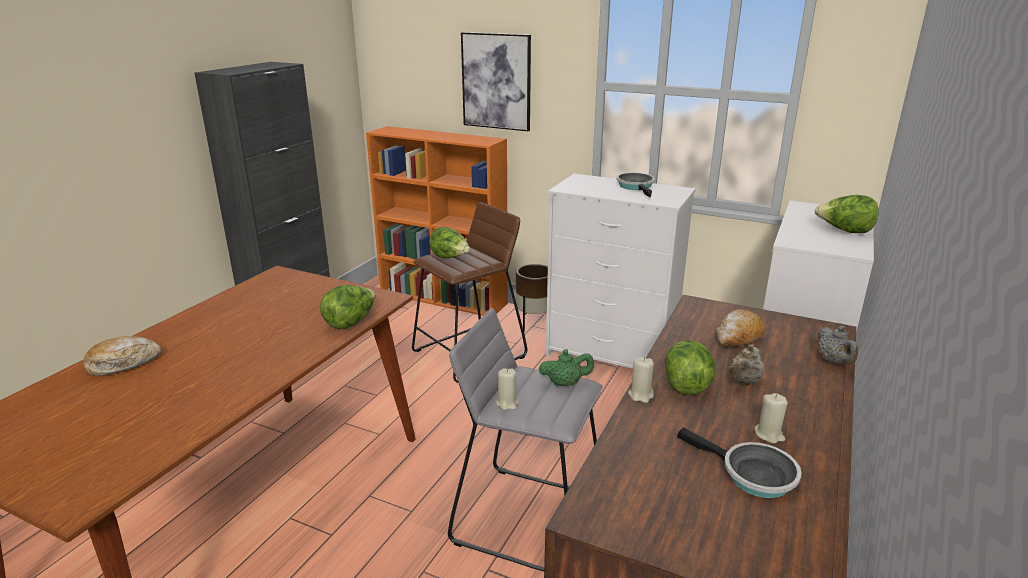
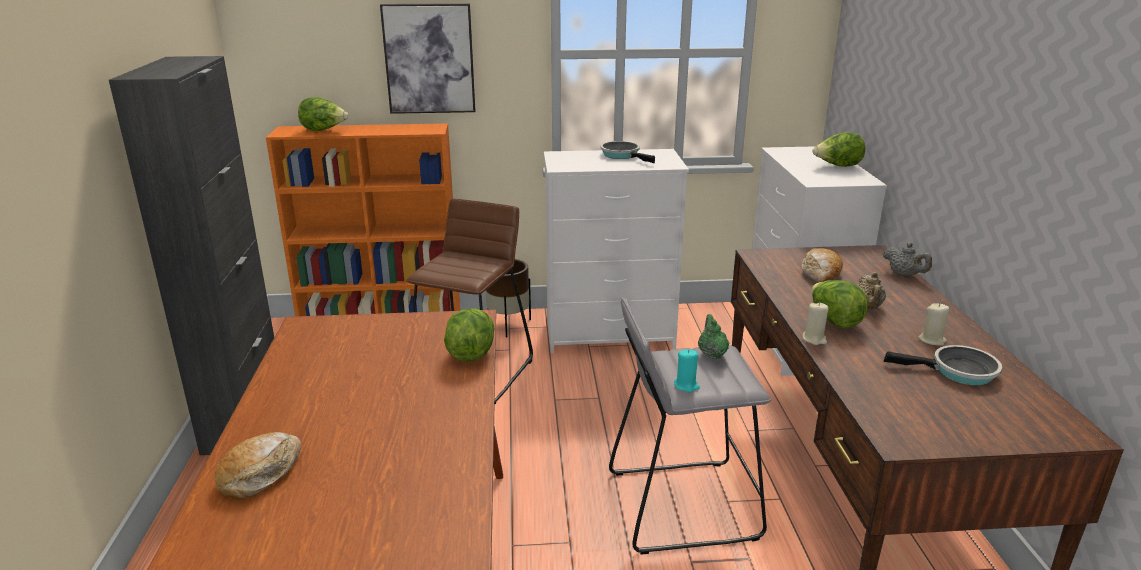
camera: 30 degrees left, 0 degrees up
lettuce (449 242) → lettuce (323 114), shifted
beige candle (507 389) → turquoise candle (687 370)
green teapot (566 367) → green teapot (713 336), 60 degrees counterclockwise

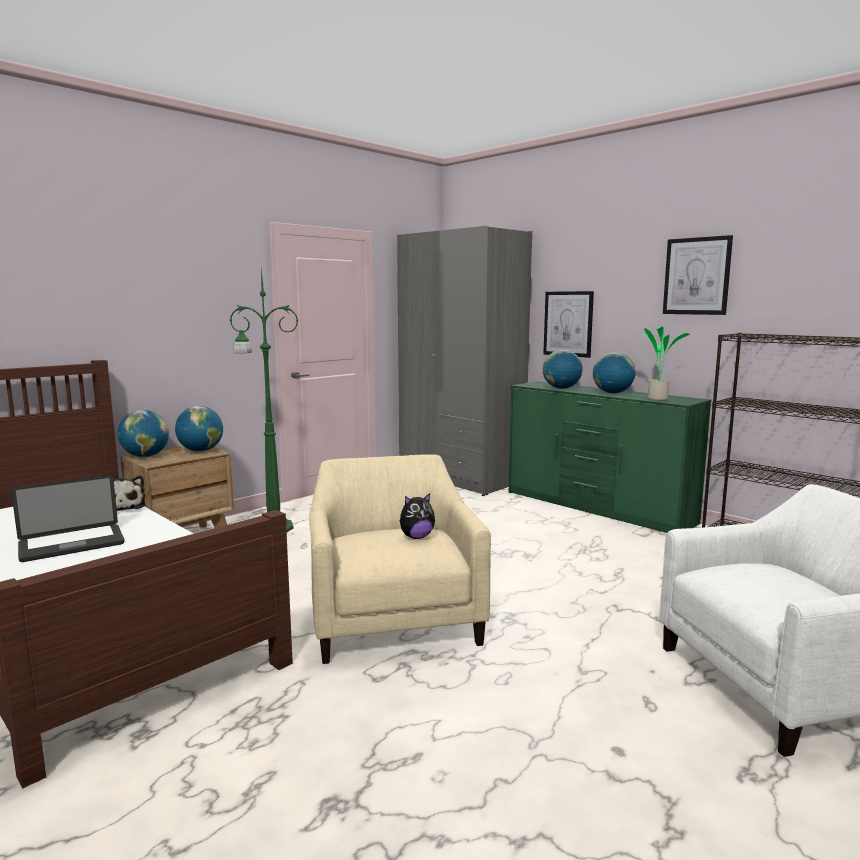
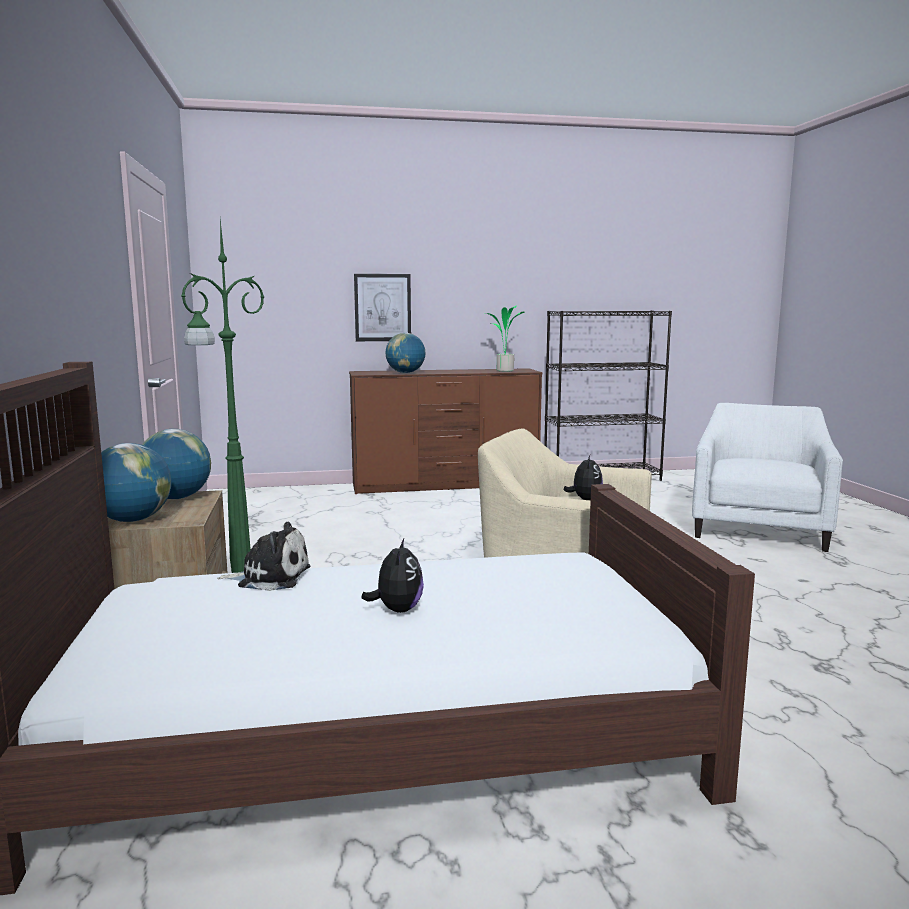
camera: 55 degrees left, 0 degrees up
laptop (67 518) → plush toy (392 576)
grey wardrobe (464 361) → -
green dresser (610 457) → brown dresser (446 431)
globe (614 373) → -
picture (698 275) → -

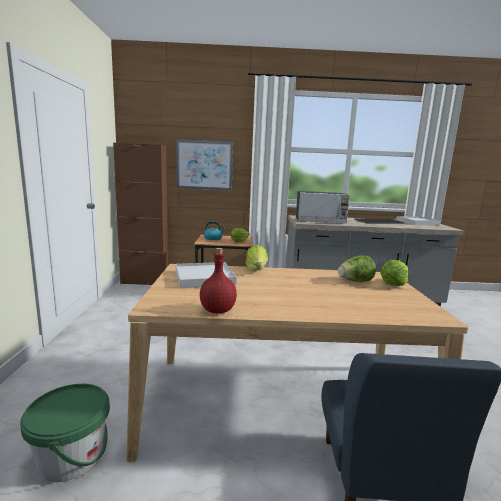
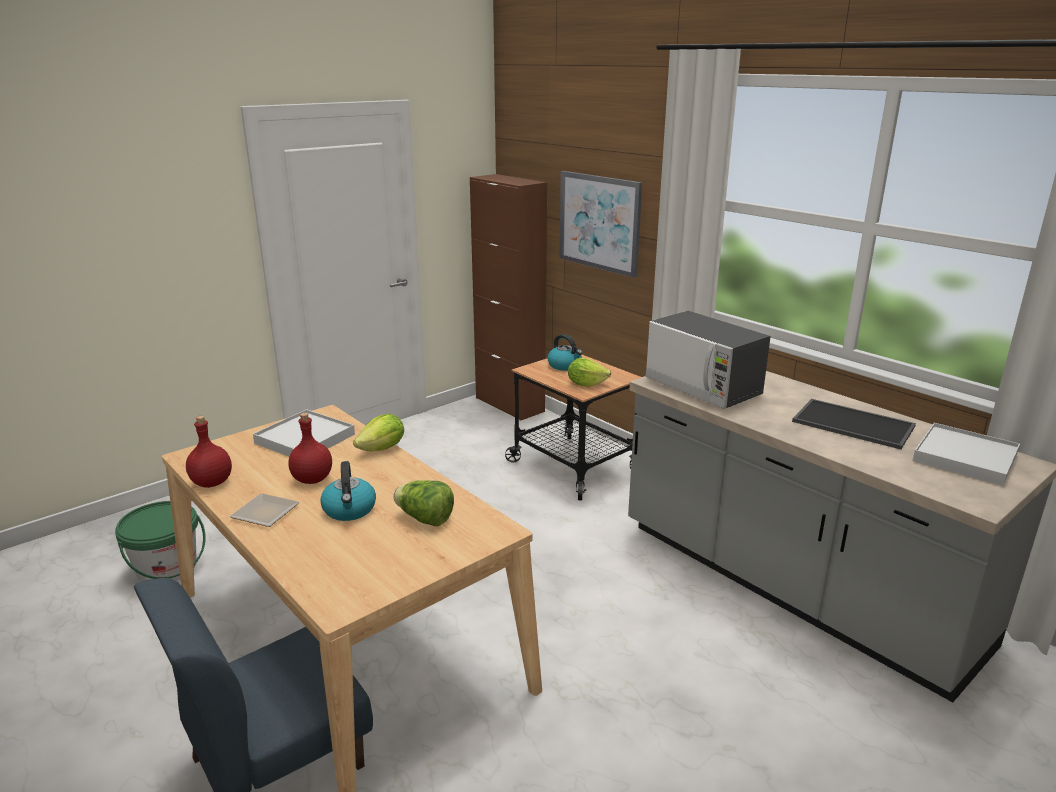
camera: 50 degrees right, 10 degrees up
lettuce (394 273) → -
- → plate (264 510)
- → red bottle (310 448)
- → kettle (348 491)

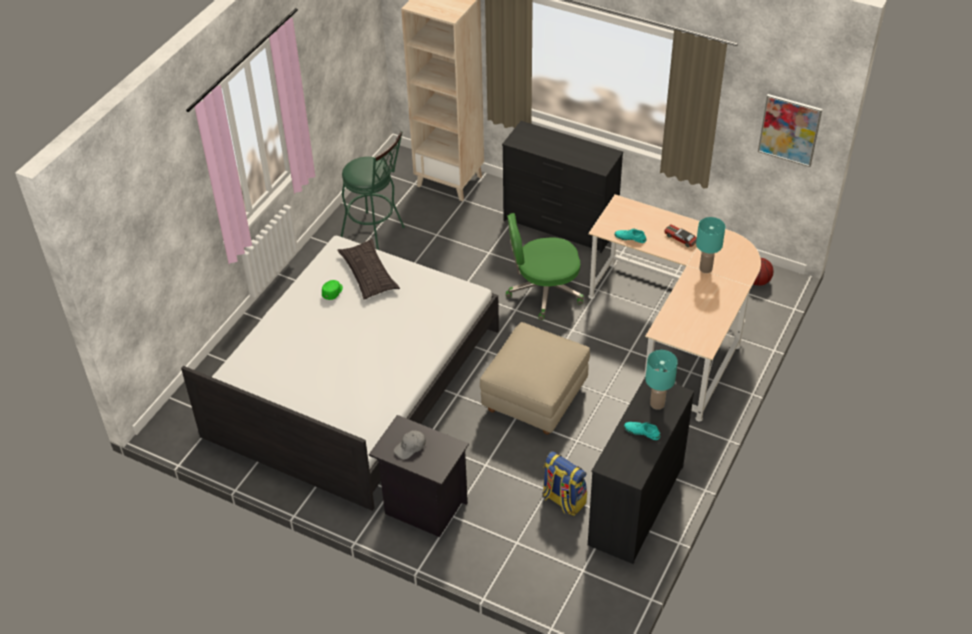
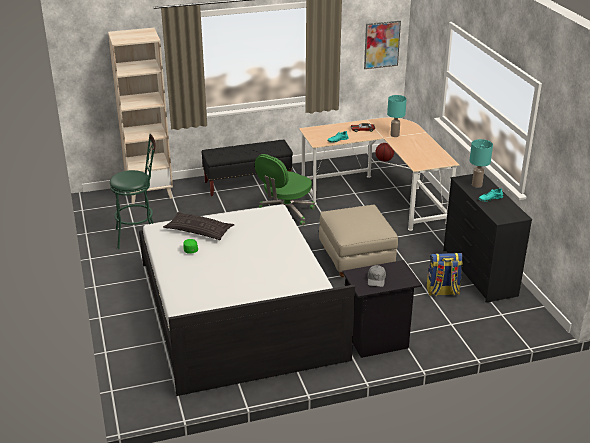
camera: 45 degrees left, 15 degrees down
black dresser (562 187) → black bench (247 168)

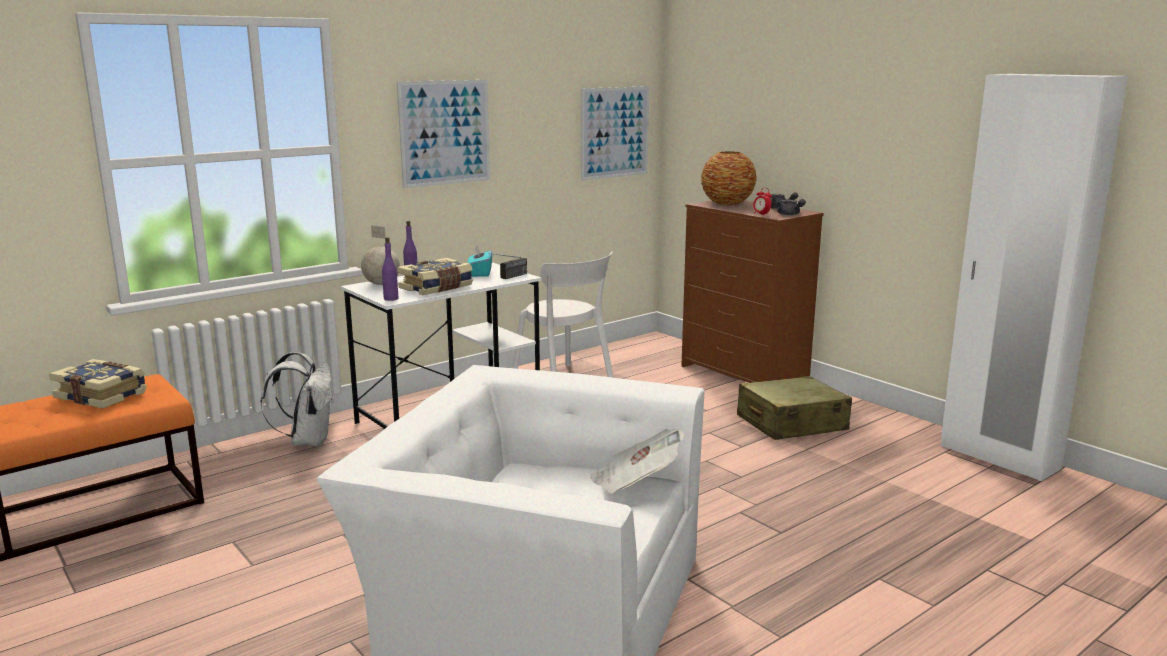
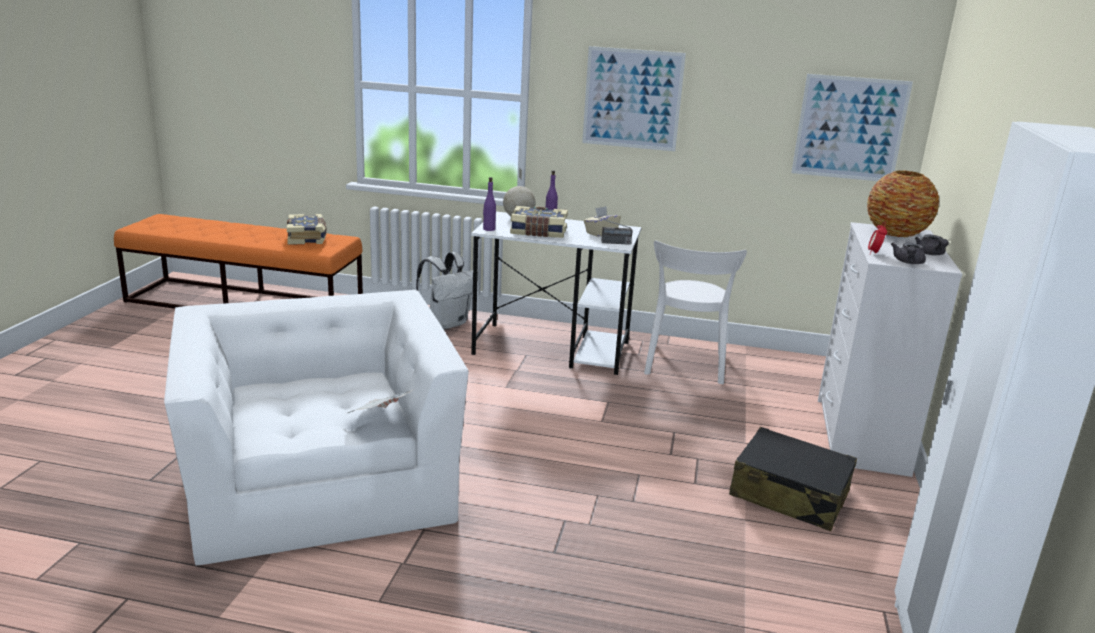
camera: 50 degrees right, 5 degrees up
turquoise tissue box (479 261) → beige tissue box (602 221)
brown dresser (752 291) → white dresser (890 349)
beige suitcase (794 408) → black suitcase (793 479)

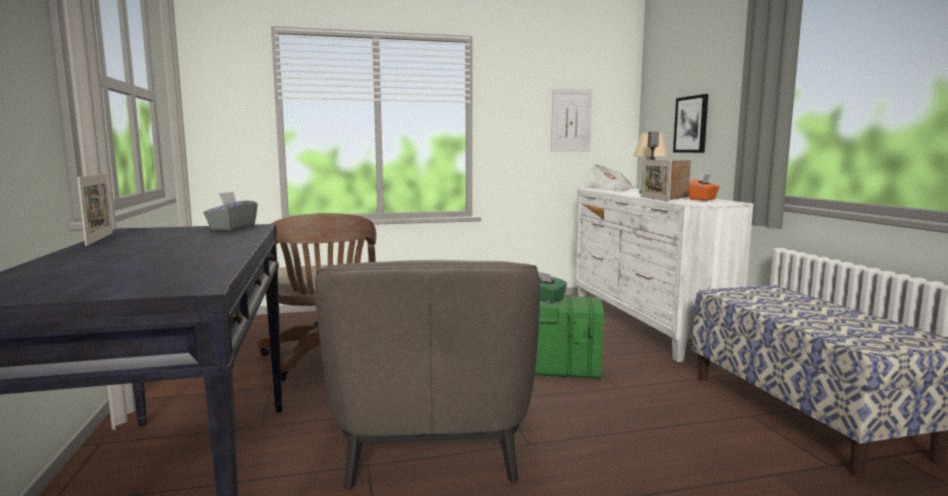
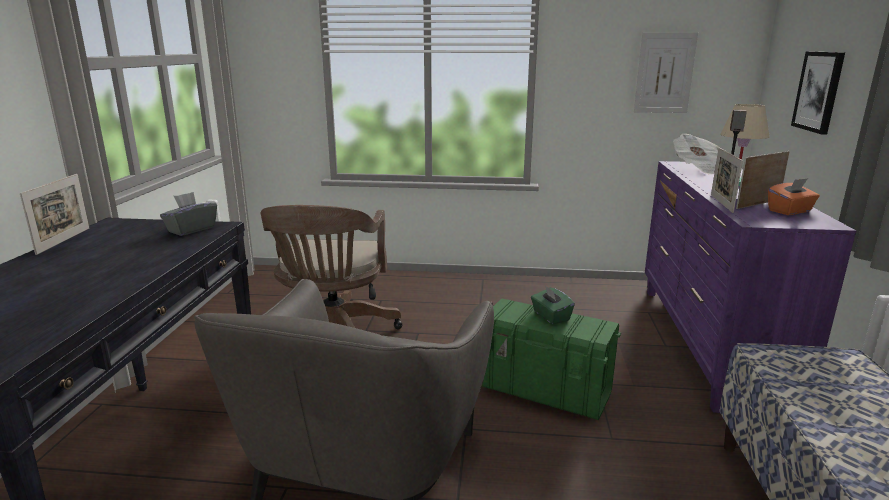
camera: 20 degrees right, 10 degrees up
white dresser (664 275) → purple dresser (750 287)

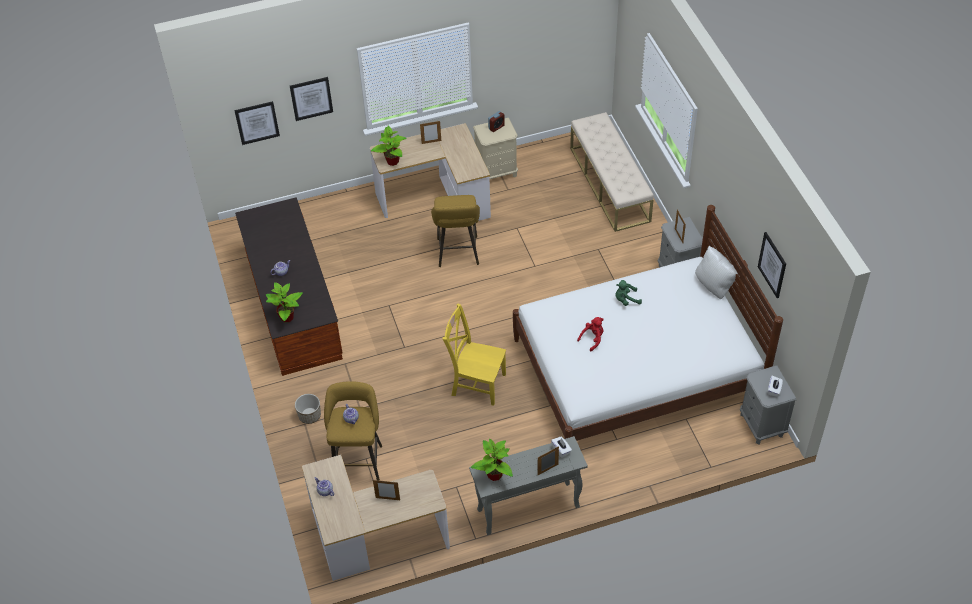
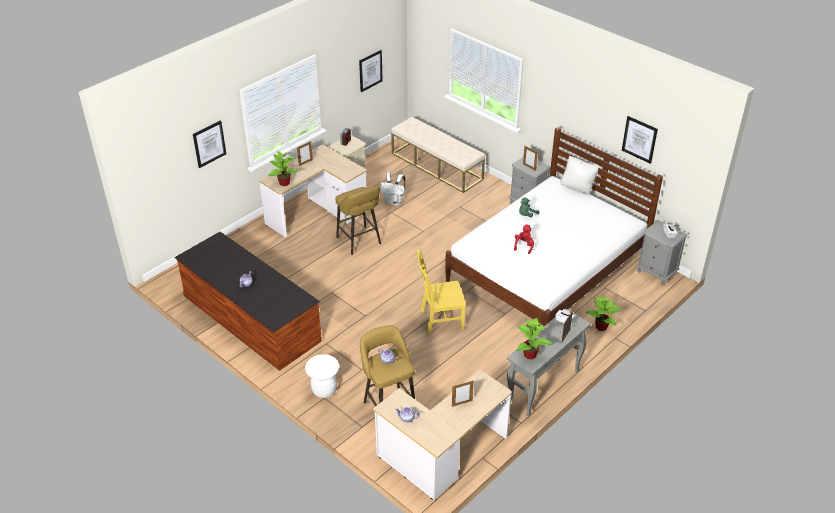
camera: 30 degrees left, 10 degrees down
picture (257 123) → picture (371 71), shifted
potted plant (284 302) → potted plant (602 313), shifted
planter (308 409) → white stool (322 376)
- → white backpack (393 188)

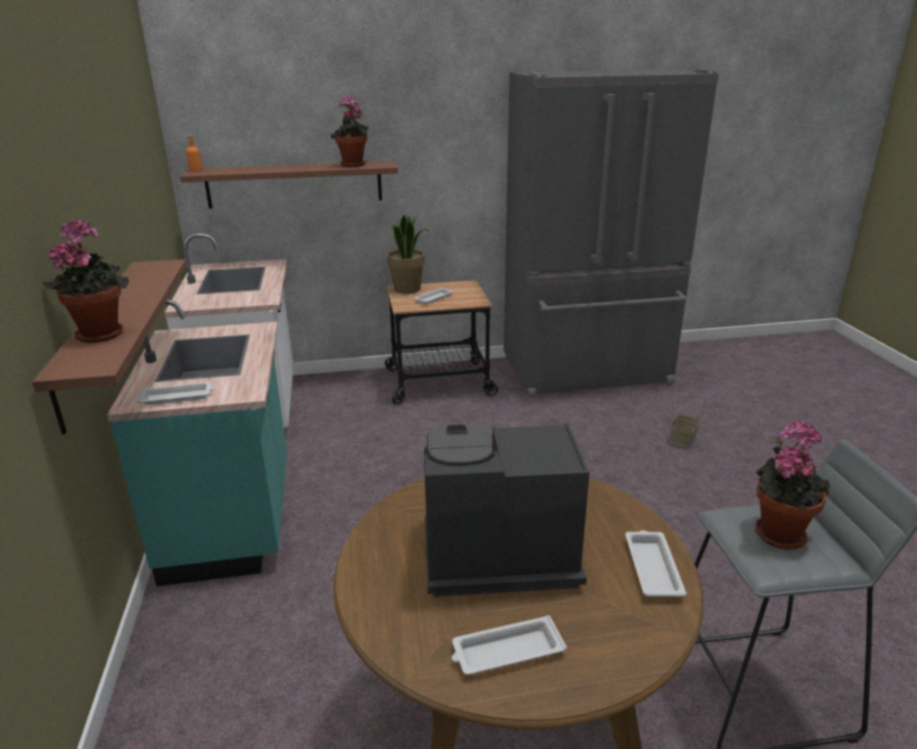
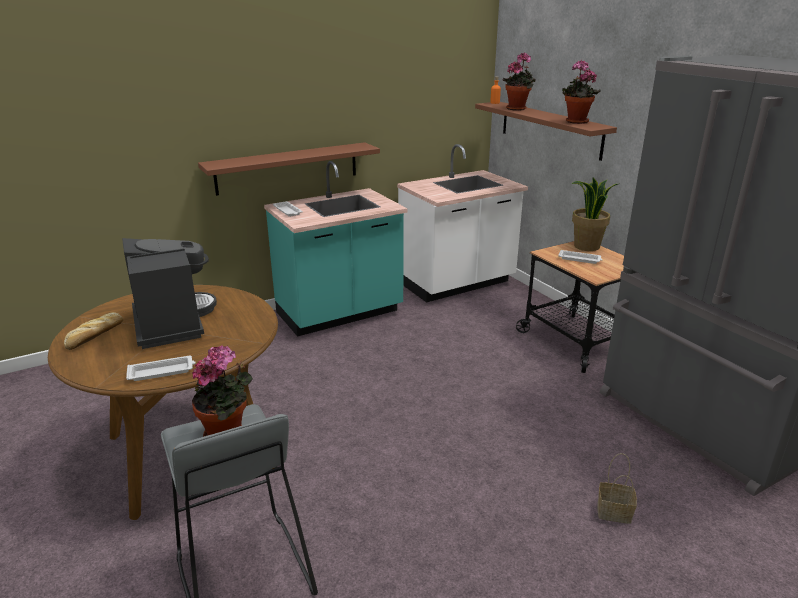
camera: 70 degrees right, 0 degrees up
potted plant (86 281) → potted plant (519 81), shifted
white tray (509 645) → bread (93 331)

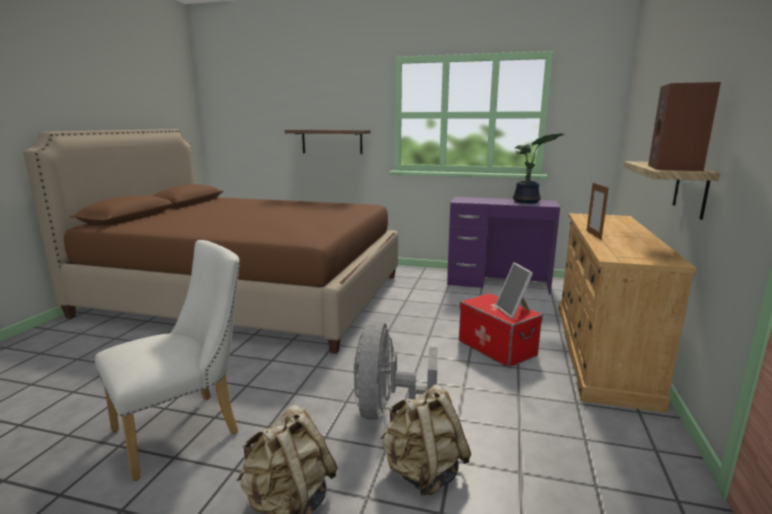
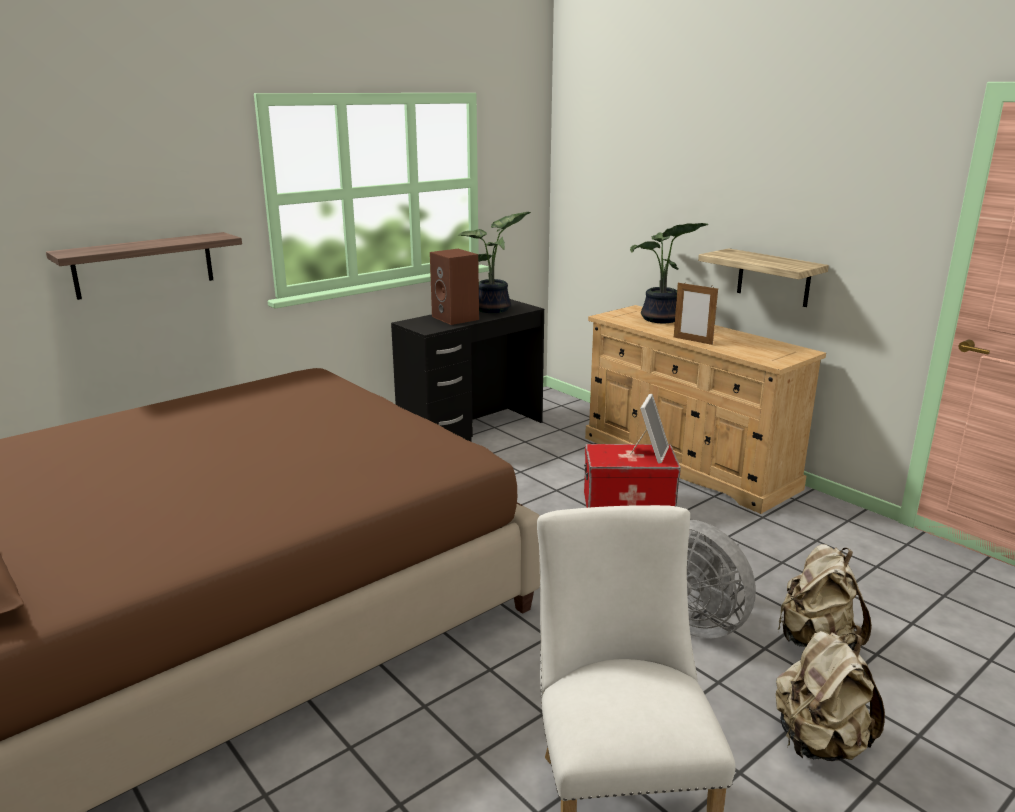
camera: 55 degrees left, 5 degrees up
purple desk (503 245) → black desk (467 370)
picture frame (514 290) → picture frame (650 429), 90 degrees counterclockwise
brown speaker (684 126) → brown speaker (454 287), shifted
- → potted plant (669 273)

